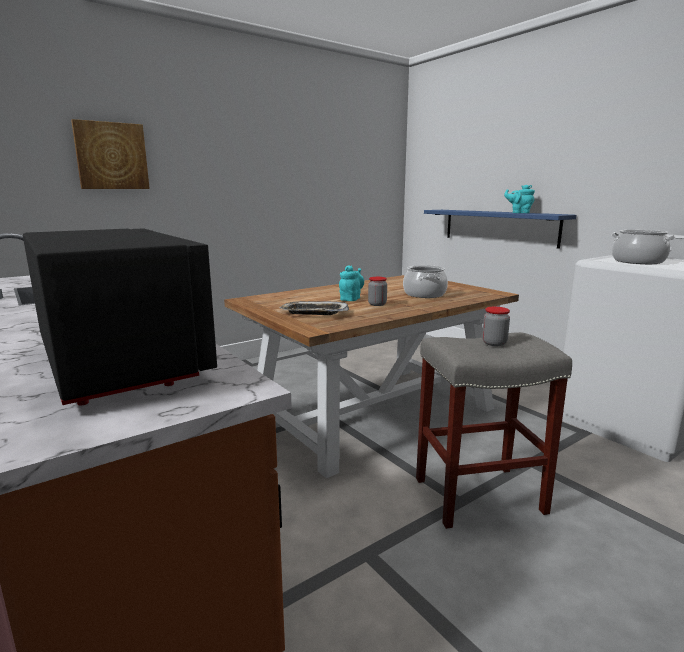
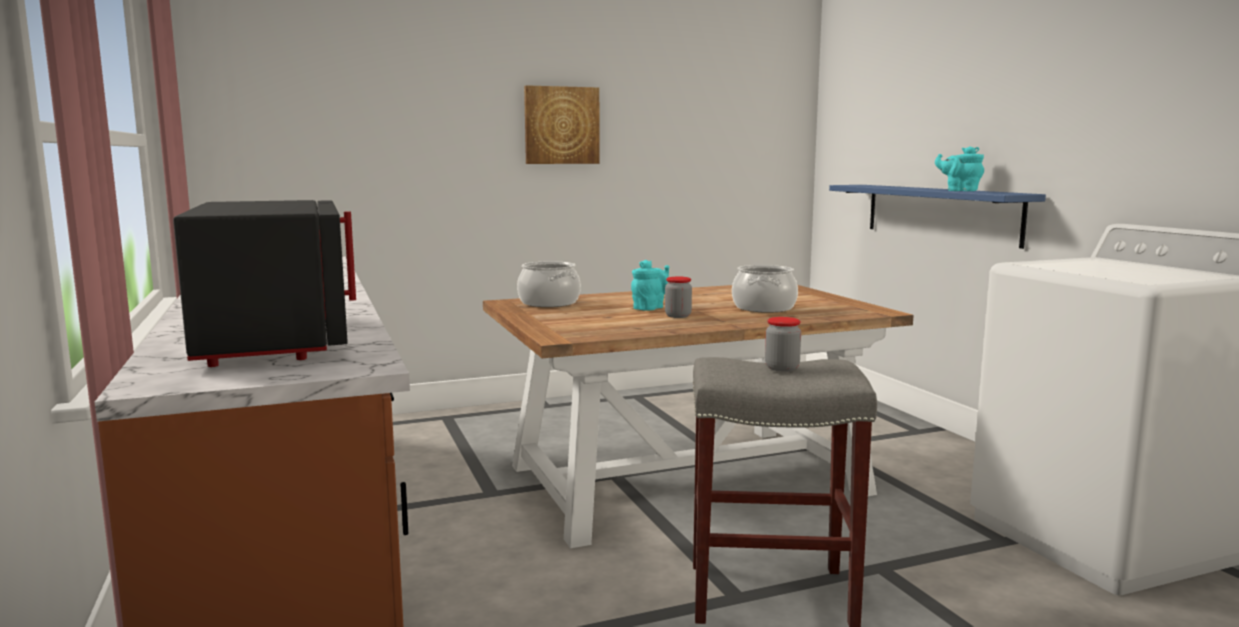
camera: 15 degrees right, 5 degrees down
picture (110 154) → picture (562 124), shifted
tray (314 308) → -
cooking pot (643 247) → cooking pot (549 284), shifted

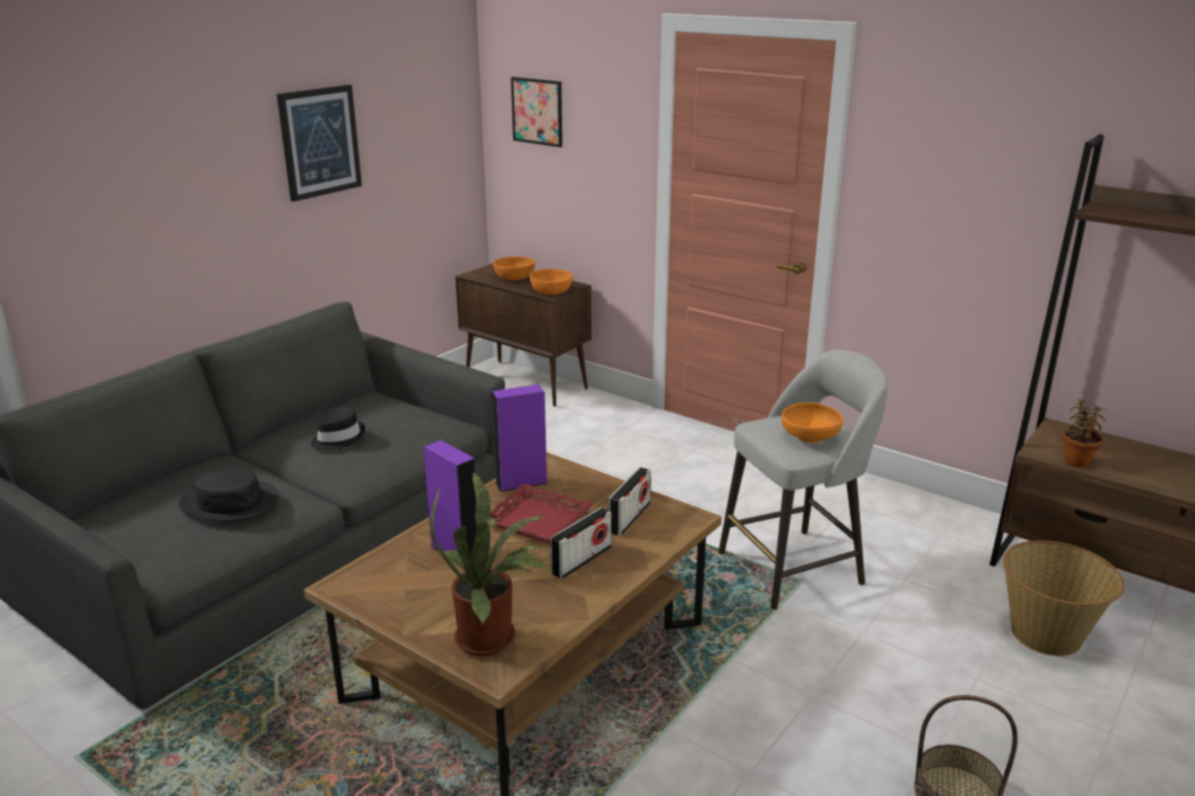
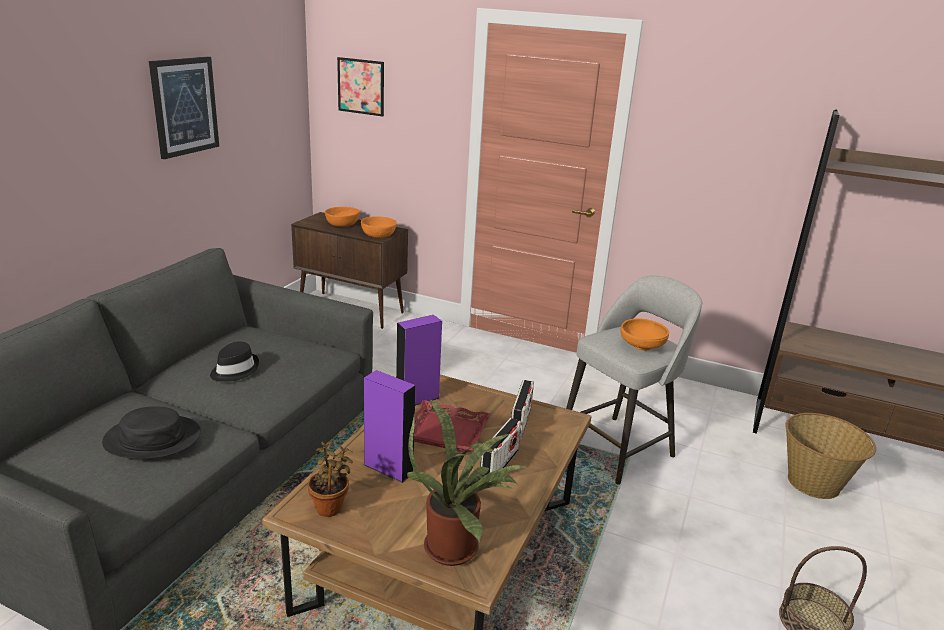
camera: 15 degrees left, 0 degrees up
potted plant (1084 432) → potted plant (330 479), shifted

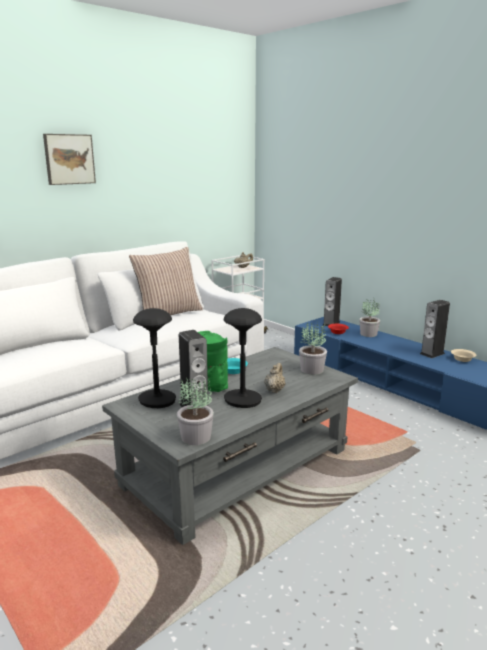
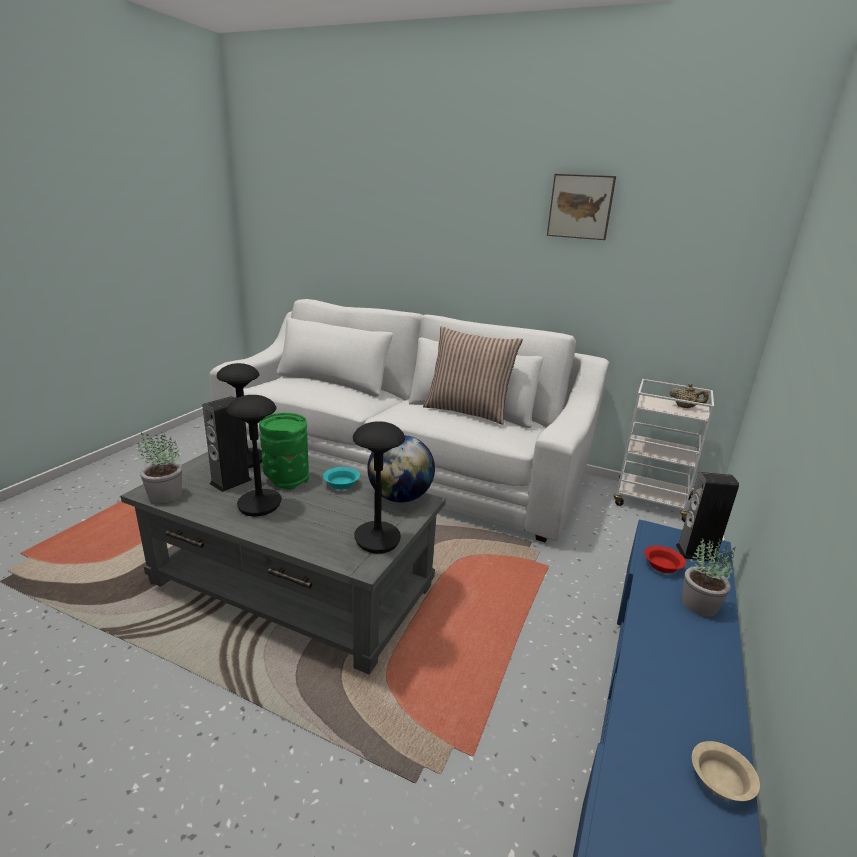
camera: 65 degrees right, 5 degrees up
picture (69 159) → picture (581 207), shifted
beige teapot (275 378) → -
potted plant (313 348) → black table lamp (379 487)
speaker (435 329) → -
- → globe (401 469)

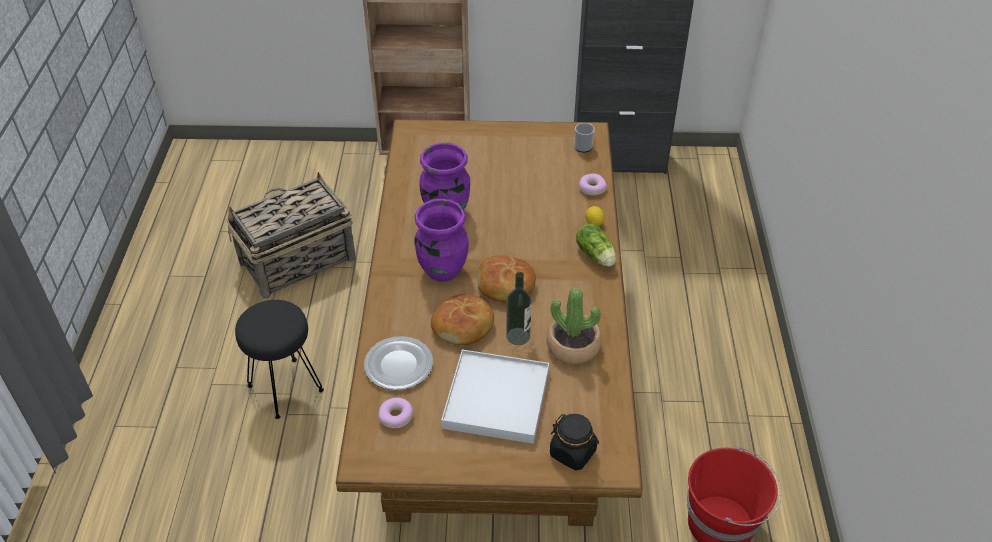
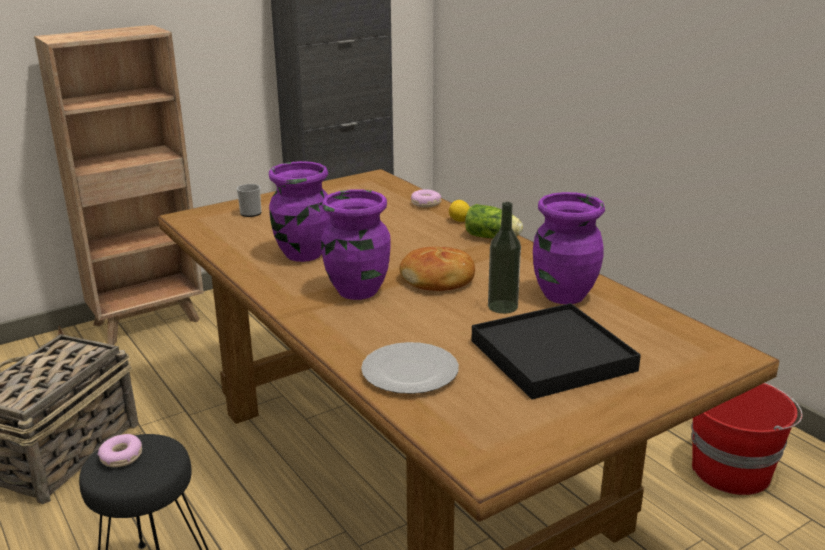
camera: 35 degrees left, 20 degrees down
donut (395 413) → donut (119 450), shifted
bread (462 319) → -
white tray (495 397) → black tray (556 351)
potted plant (574 326) → purple vase (569 248)
black jar (574 442) → -
mug (584 137) → mug (249 200), shifted

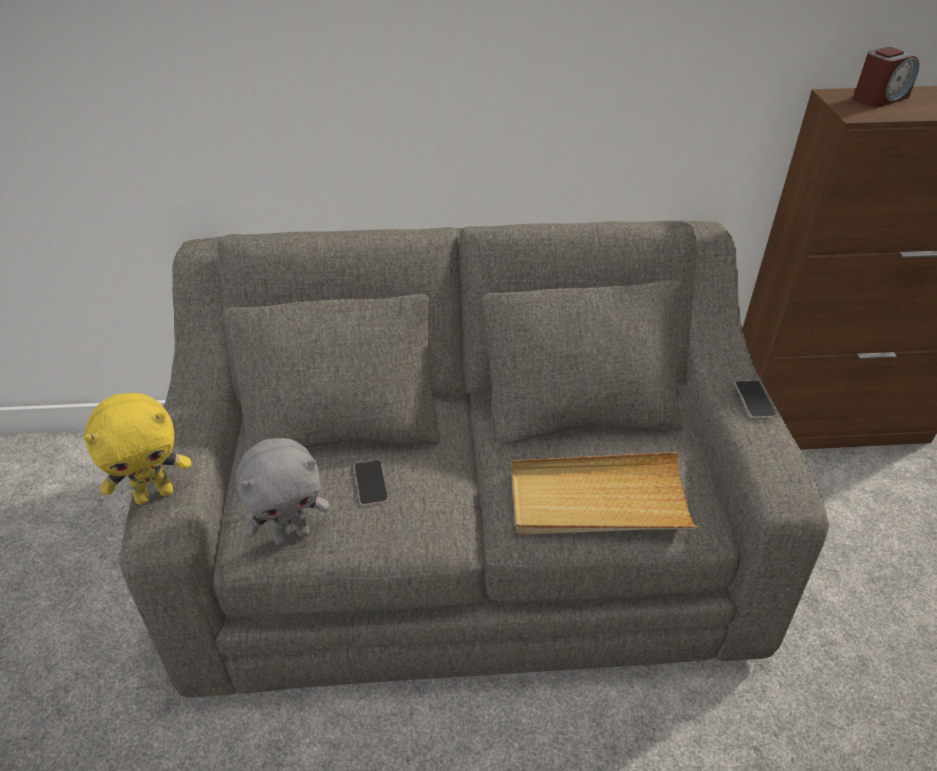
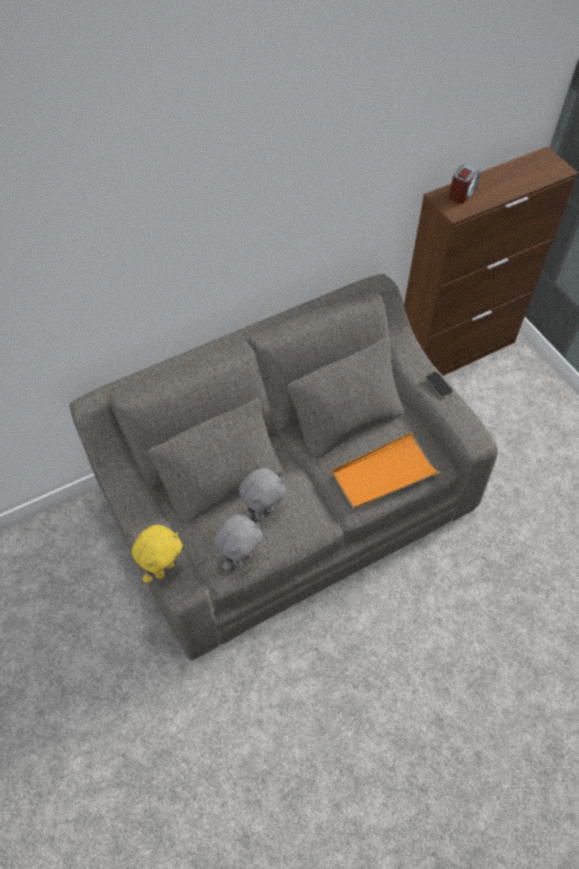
camera: 25 degrees left, 15 degrees up
phone (371 482) → grey plush toy (262 494)
beige tray (605 493) → orange tray (386 471)

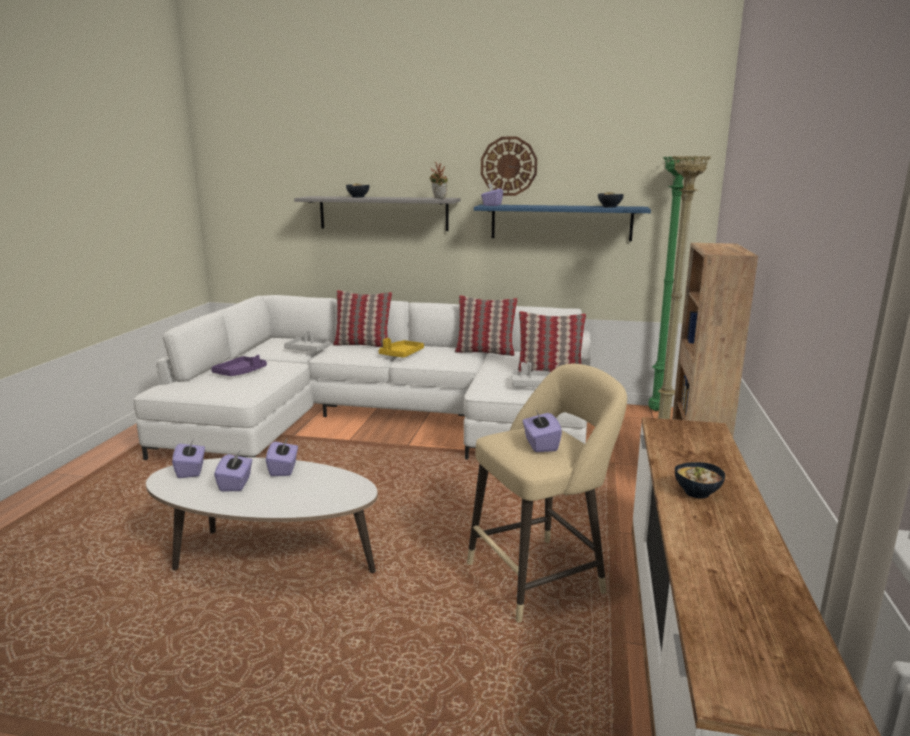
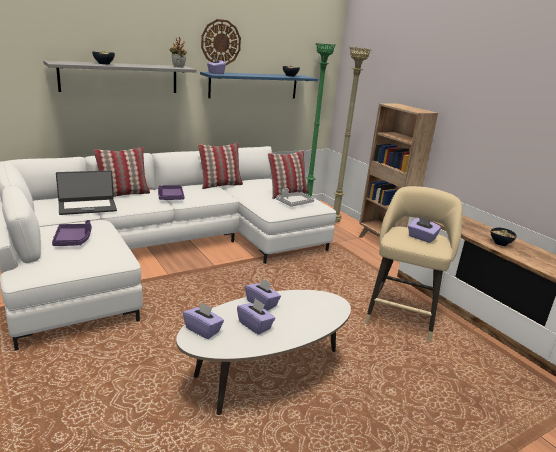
camera: 45 degrees left, 5 degrees up
grey tray (307 341) → laptop (86 192)
yellow tray (401 348) → purple tray (171 192)

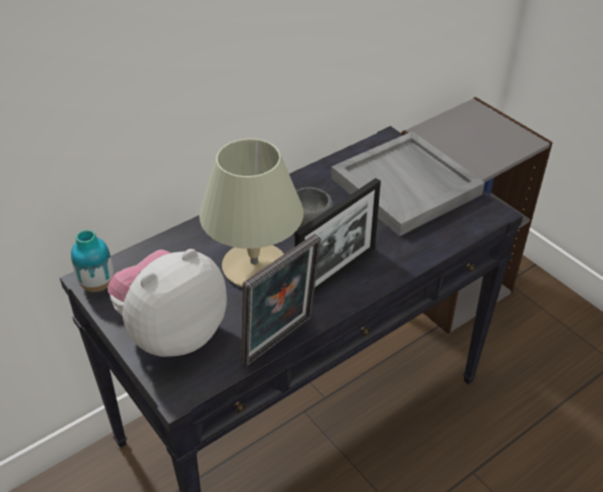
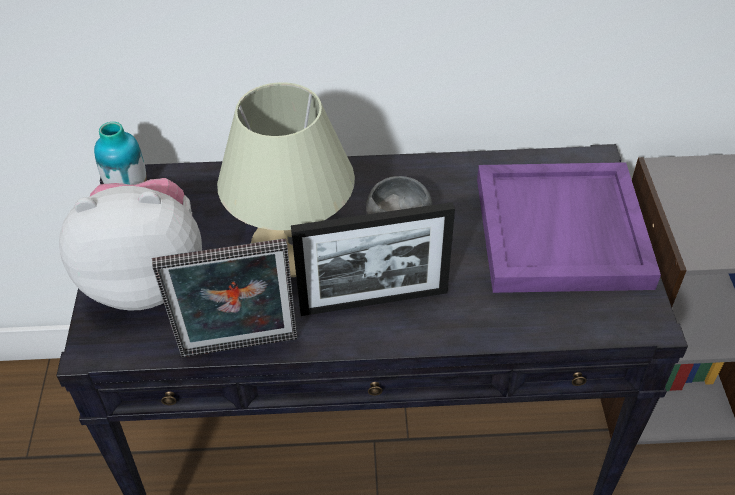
camera: 35 degrees right, 5 degrees up
grey tray (408 183) → purple tray (569 227)

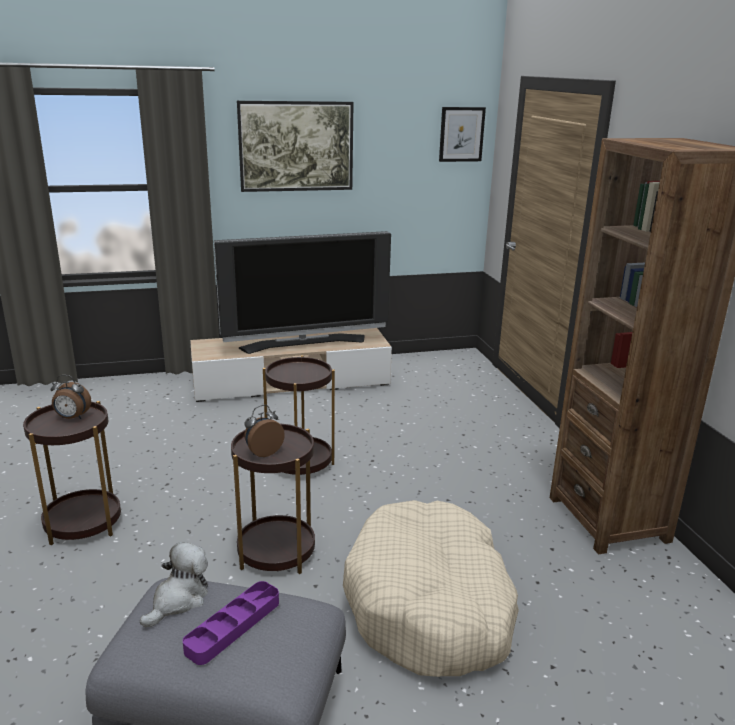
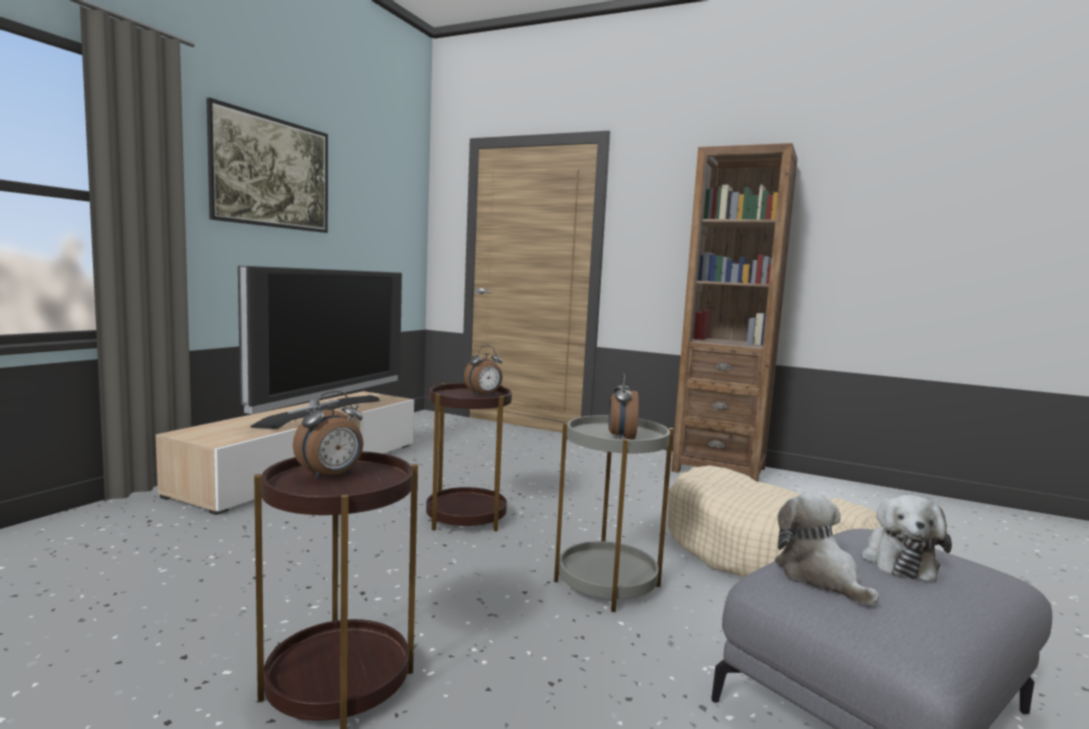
camera: 50 degrees left, 15 degrees down
purple tray (231 623) → plush toy (906 538)
brown side table (273 499) → grey side table (613 513)
picture (462 134) → -
- → alarm clock (483 370)

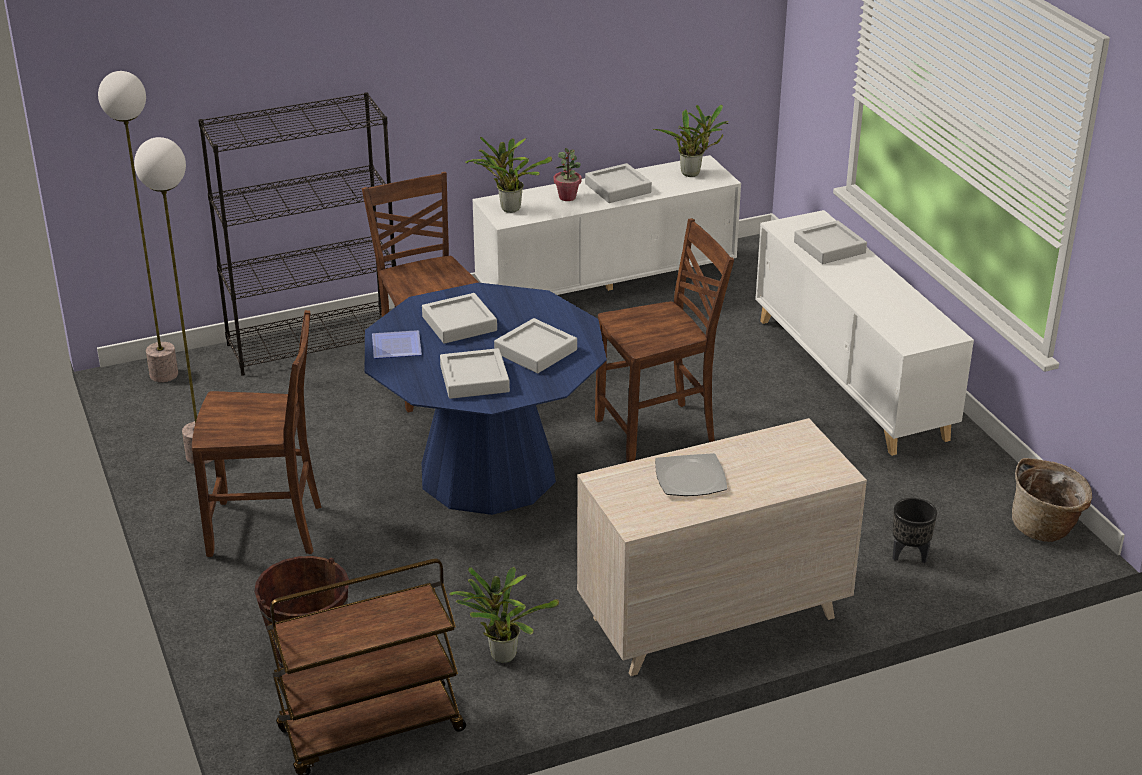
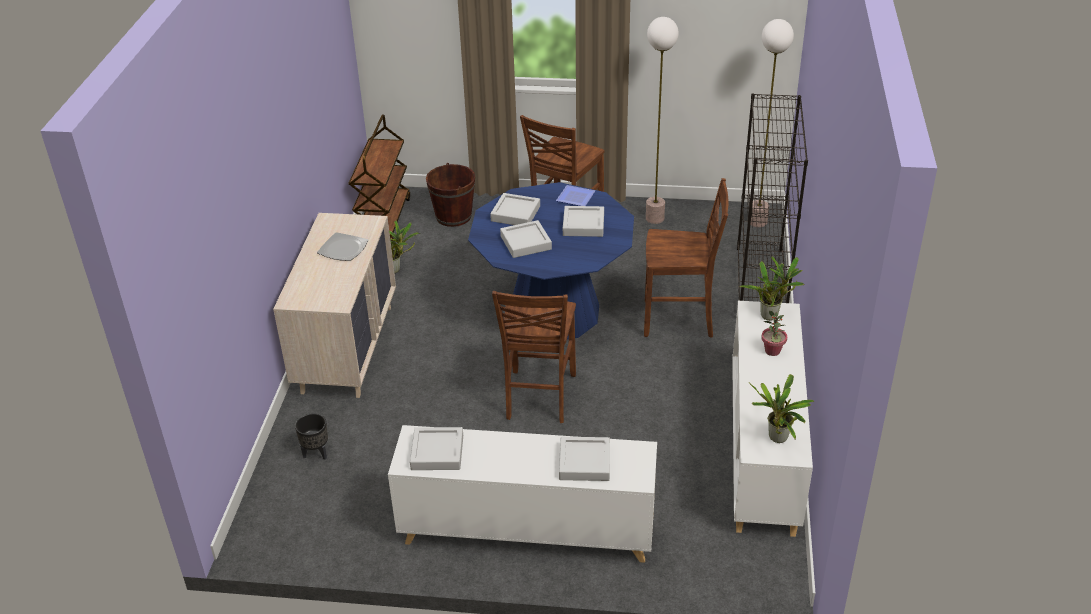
camera: 120 degrees right, 5 degrees up
grey tray (618 183) → grey tray (436 448), shifted
basket (1052 500) → -

